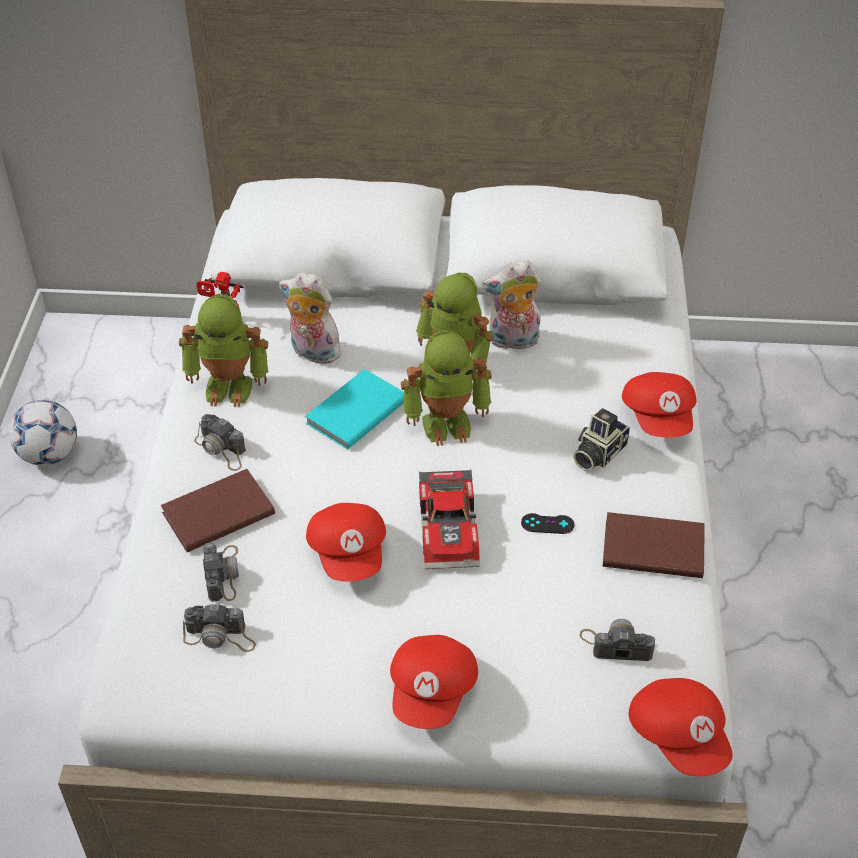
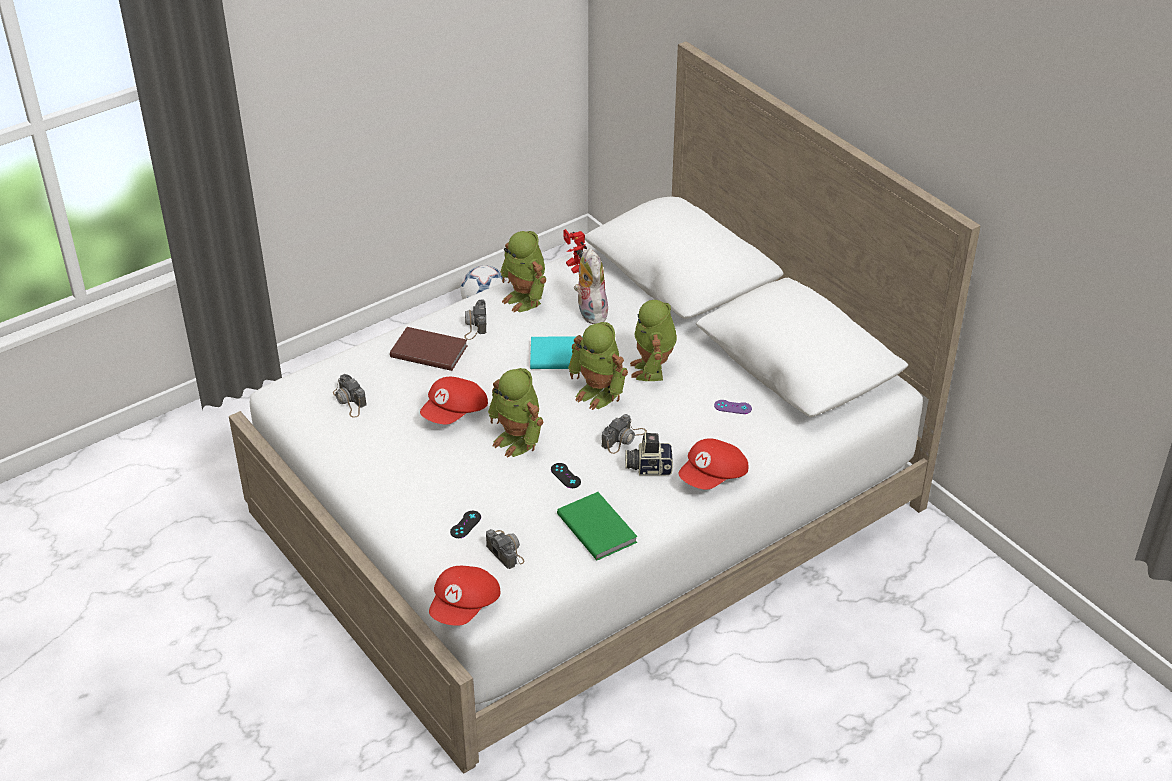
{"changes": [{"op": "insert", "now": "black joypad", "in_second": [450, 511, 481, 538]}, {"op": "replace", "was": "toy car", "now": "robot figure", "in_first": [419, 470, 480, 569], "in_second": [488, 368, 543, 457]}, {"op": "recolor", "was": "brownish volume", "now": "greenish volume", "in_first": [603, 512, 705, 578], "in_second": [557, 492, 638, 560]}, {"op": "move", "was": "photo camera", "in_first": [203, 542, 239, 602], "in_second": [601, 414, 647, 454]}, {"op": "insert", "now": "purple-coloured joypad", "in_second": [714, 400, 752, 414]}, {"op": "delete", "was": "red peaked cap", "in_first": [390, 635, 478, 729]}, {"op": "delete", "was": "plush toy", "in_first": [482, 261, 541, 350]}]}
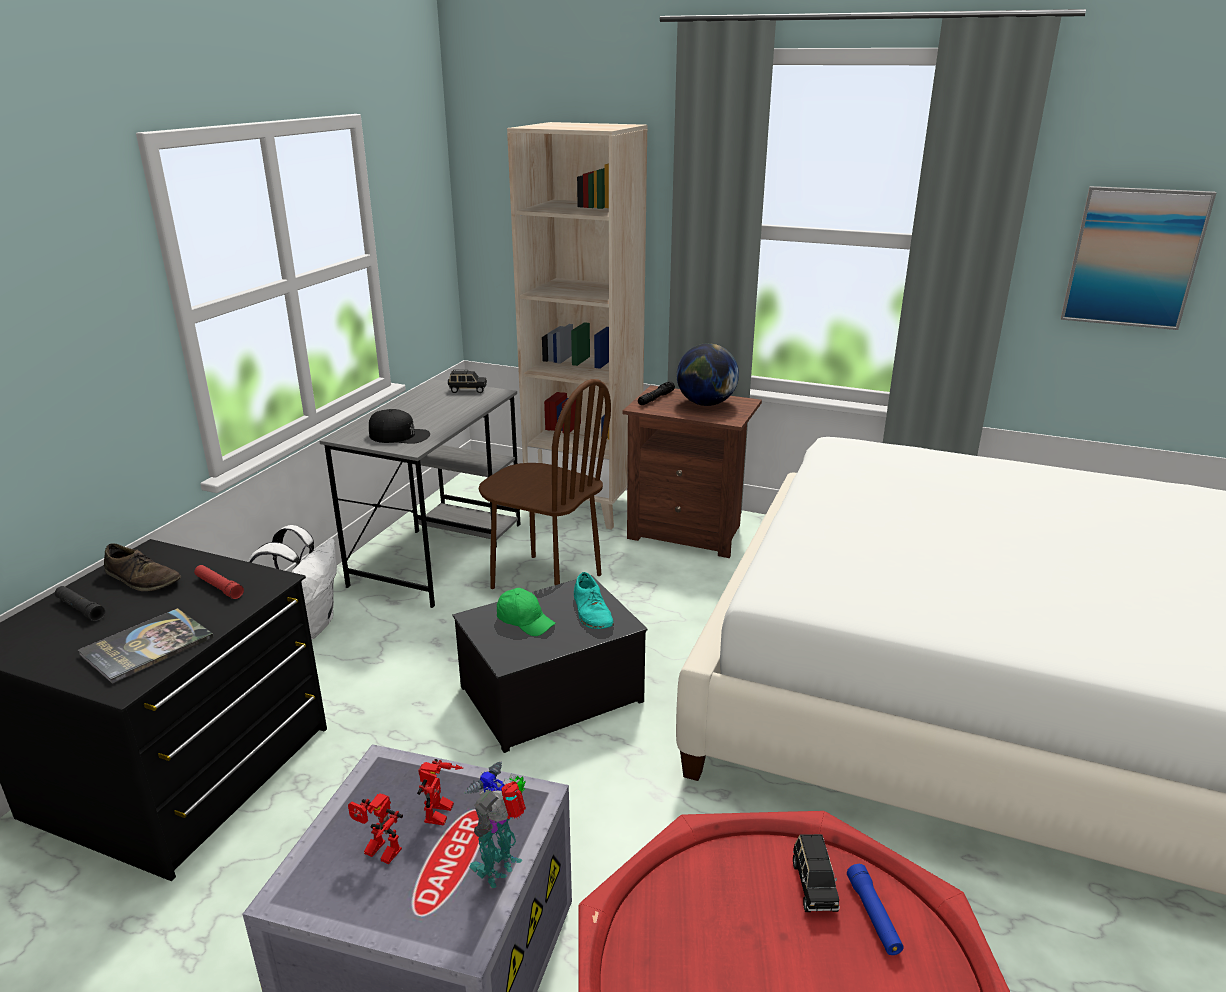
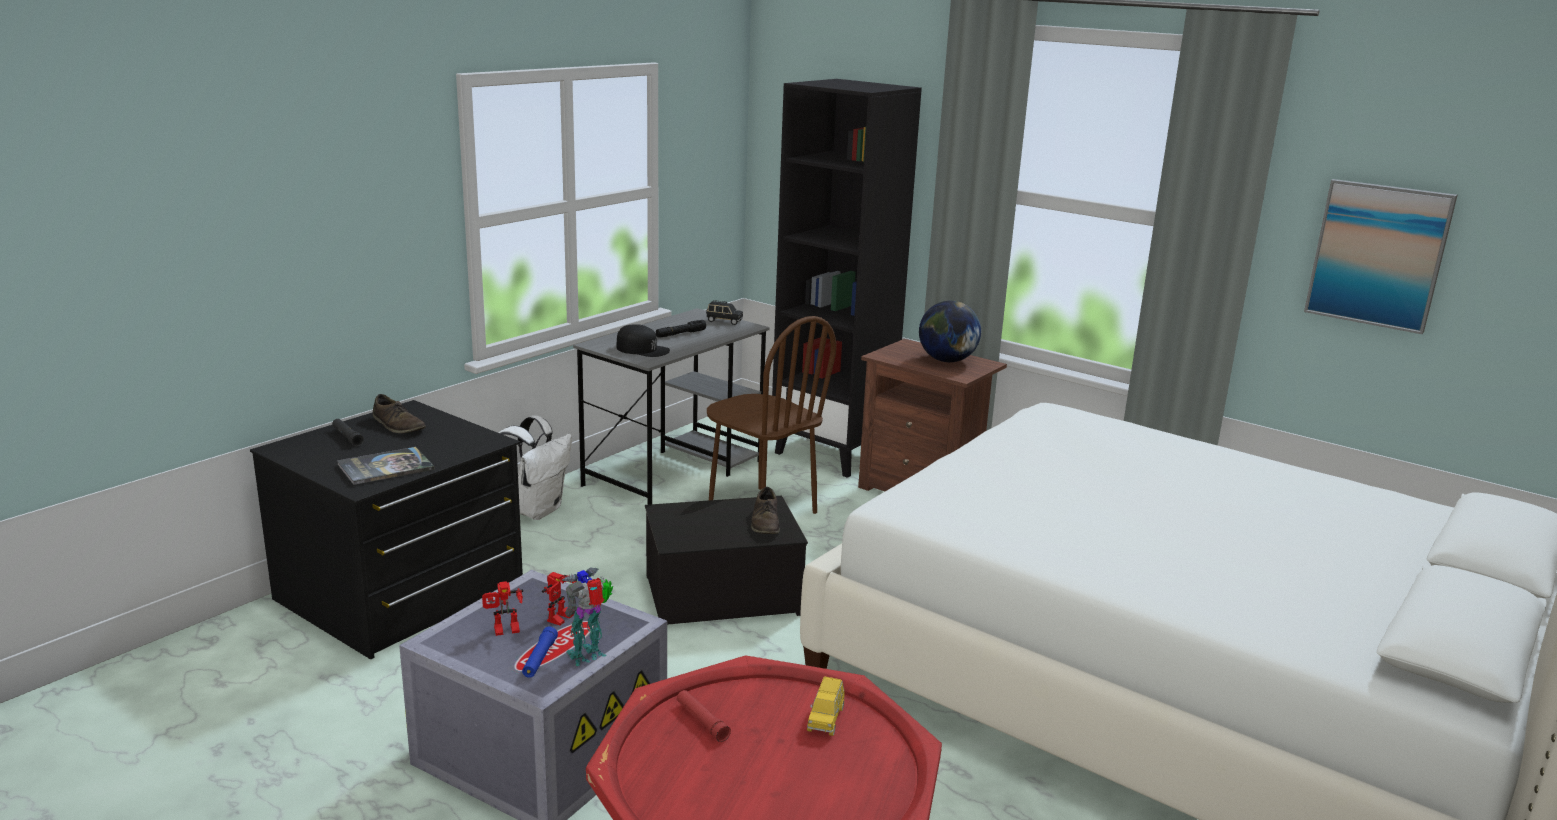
{"changes": [{"op": "rotate", "was": "robot figure", "in_first": [348, 794, 403, 864], "in_second": [482, 581, 523, 636], "clockwise": -60}, {"op": "move", "was": "bluish hand torch", "in_first": [847, 864, 904, 955], "in_second": [522, 626, 558, 678]}, {"op": "move", "was": "black hand torch", "in_first": [638, 381, 675, 405], "in_second": [656, 320, 706, 338]}, {"op": "move", "was": "red hand torch", "in_first": [194, 565, 244, 599], "in_second": [677, 690, 731, 742]}, {"op": "recolor", "was": "blue-green item of footwear", "now": "brownish item of footwear", "in_first": [574, 572, 614, 629], "in_second": [751, 487, 780, 534]}, {"op": "recolor", "was": "beige-coloured bookshelf", "now": "black bookshelf", "in_first": [507, 122, 647, 530], "in_second": [772, 79, 922, 478]}, {"op": "recolor", "was": "black toy car", "now": "yellowish toy car", "in_first": [793, 834, 840, 912], "in_second": [807, 676, 845, 736]}, {"op": "delete", "was": "greenish peaked cap", "in_first": [497, 588, 555, 636]}]}
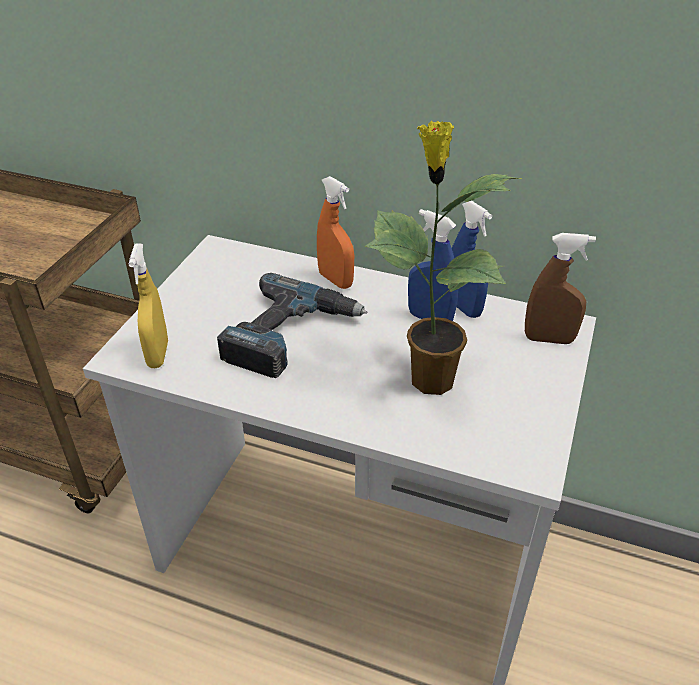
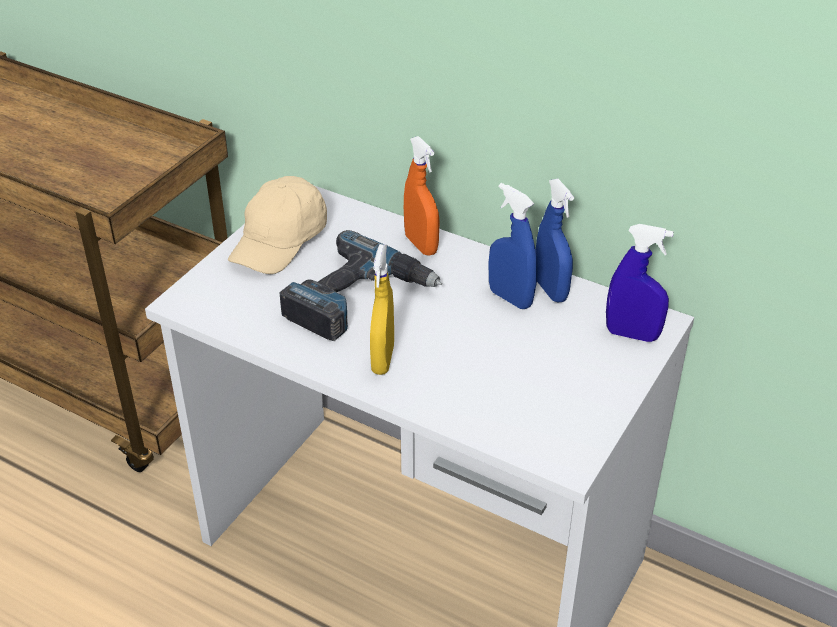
{"changes": [{"op": "insert", "now": "beige-coloured peaked cap", "in_second": [228, 176, 327, 274]}, {"op": "move", "was": "yellowish spray bottle", "in_first": [129, 243, 168, 368], "in_second": [370, 244, 394, 375]}, {"op": "recolor", "was": "brownish spray bottle", "now": "bluish spray bottle", "in_first": [525, 233, 596, 344], "in_second": [606, 224, 674, 342]}, {"op": "delete", "was": "plant in a pot", "in_first": [365, 121, 522, 395]}]}
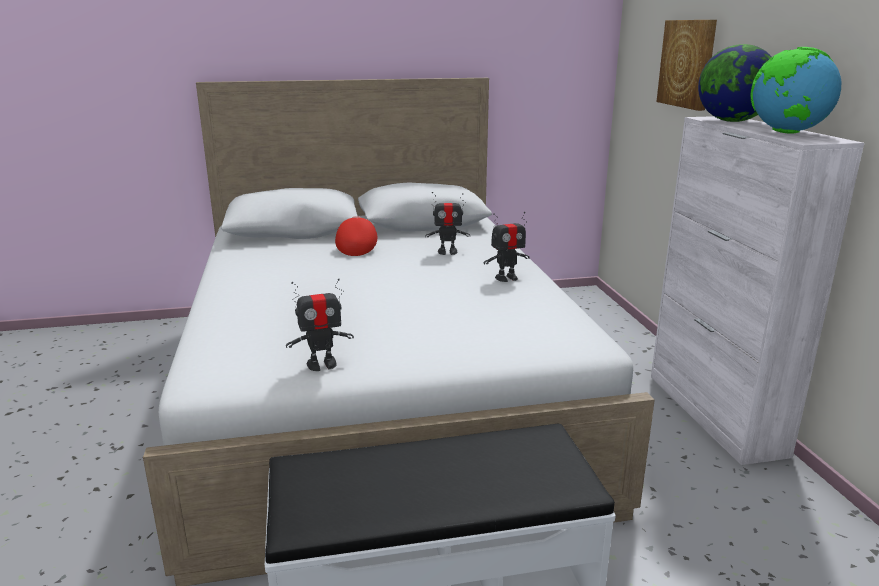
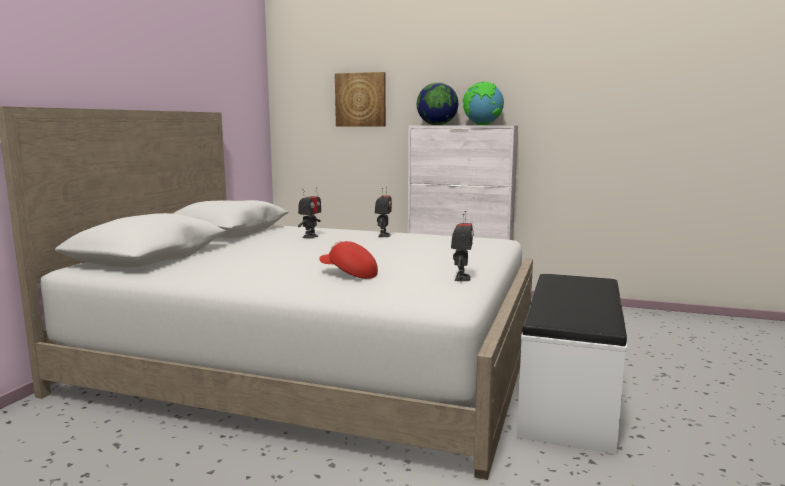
{"changes": [{"op": "move", "was": "red peaked cap", "in_first": [335, 216, 377, 256], "in_second": [319, 241, 378, 279]}]}
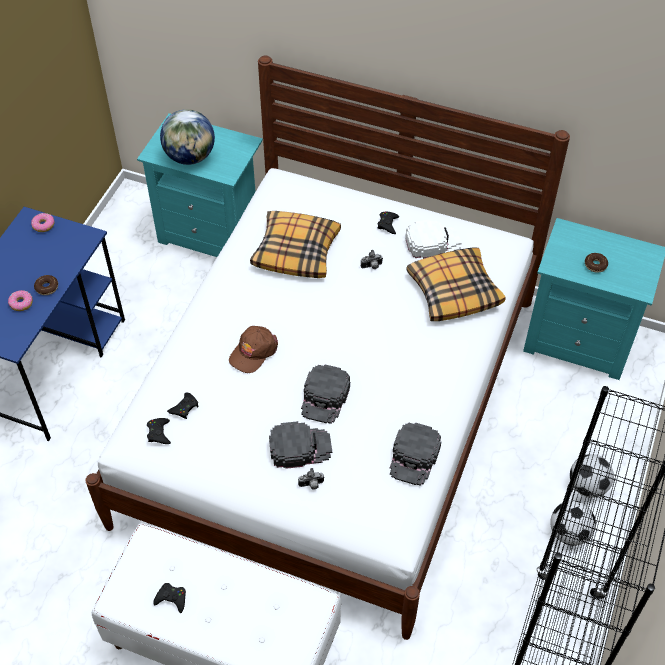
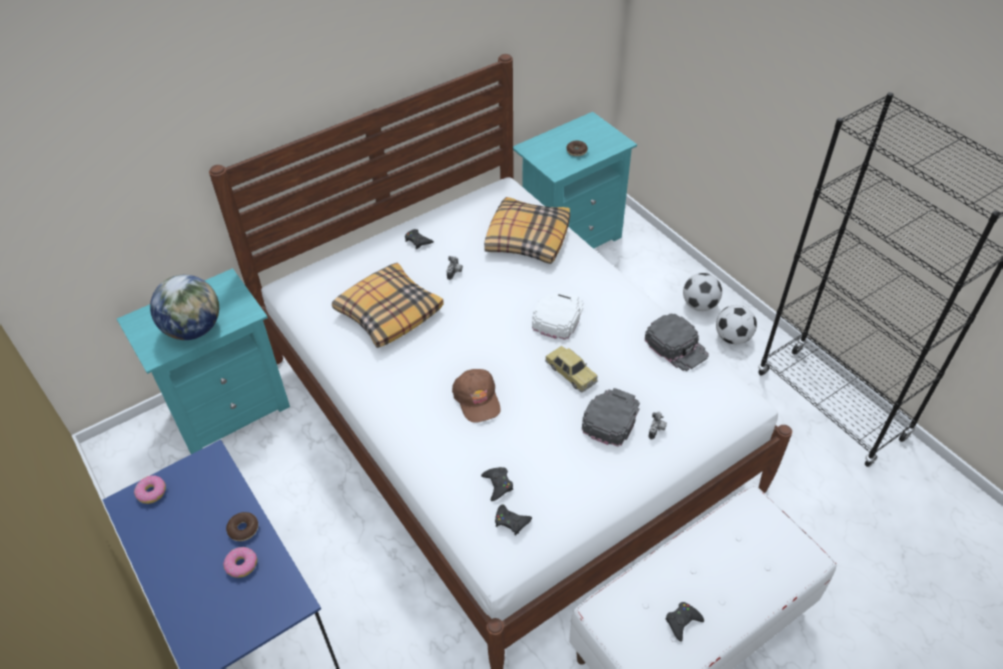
{"changes": [{"op": "move", "was": "whitish peaked cap", "in_first": [405, 220, 462, 259], "in_second": [532, 291, 583, 340]}, {"op": "replace", "was": "black peaked cap", "now": "toy car", "in_first": [301, 365, 350, 424], "in_second": [545, 346, 598, 392]}]}
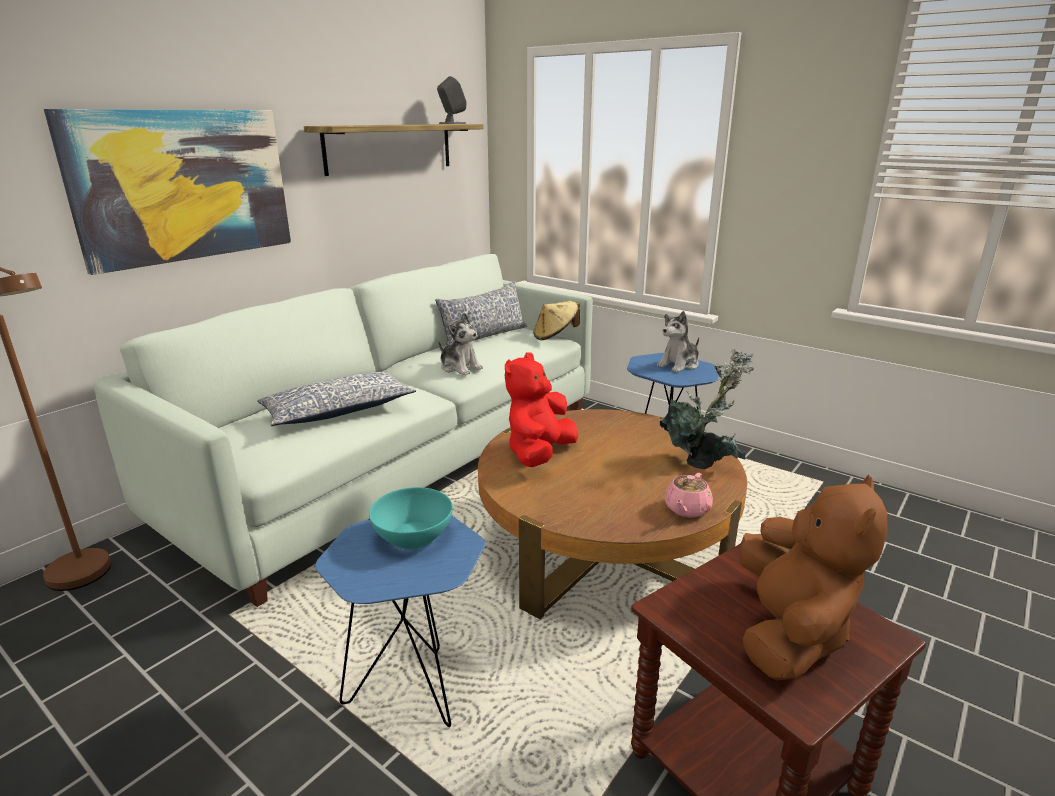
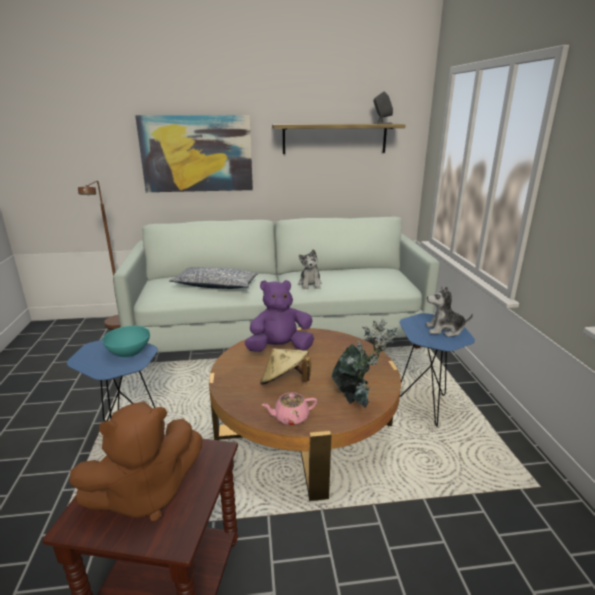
{"changes": [{"op": "recolor", "was": "red plush toy", "now": "purple-coloured plush toy", "in_first": [505, 352, 578, 467], "in_second": [244, 280, 314, 352]}, {"op": "move", "was": "beige-coloured wearable hat", "in_first": [533, 301, 580, 340], "in_second": [260, 348, 311, 385]}, {"op": "delete", "was": "cushion", "in_first": [435, 281, 527, 346]}]}
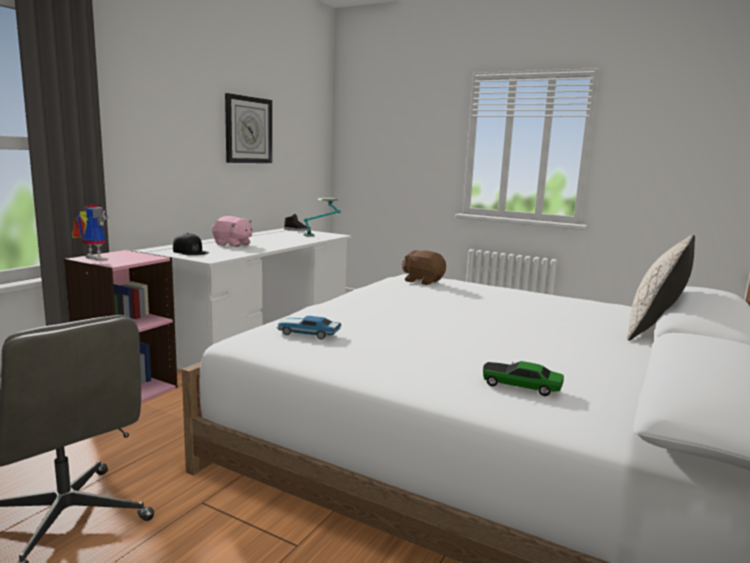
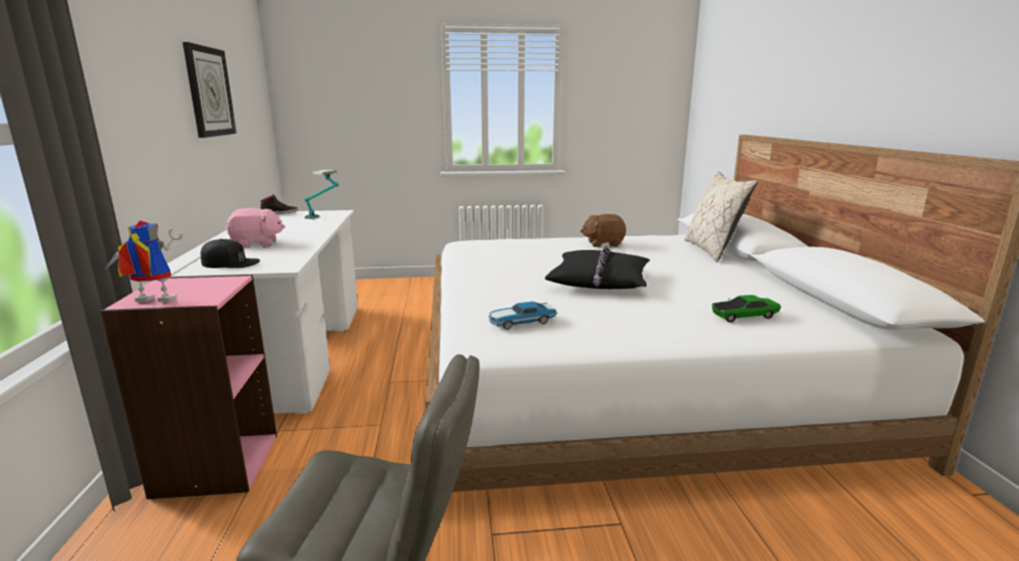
{"changes": [{"op": "insert", "now": "black cushion", "in_second": [545, 245, 650, 289]}, {"op": "move", "was": "brownish plush toy", "in_first": [402, 250, 446, 285], "in_second": [580, 214, 626, 247]}]}
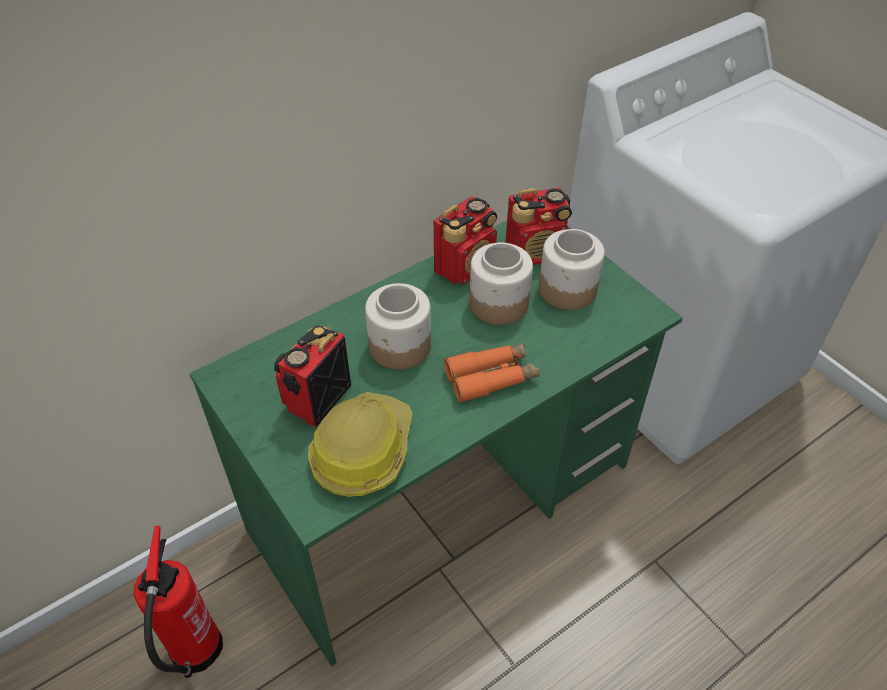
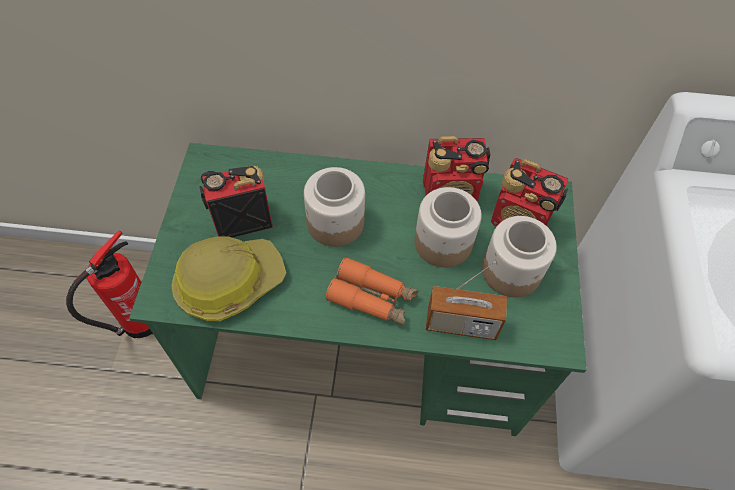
{"changes": [{"op": "insert", "now": "radio", "in_second": [426, 261, 507, 340]}]}
